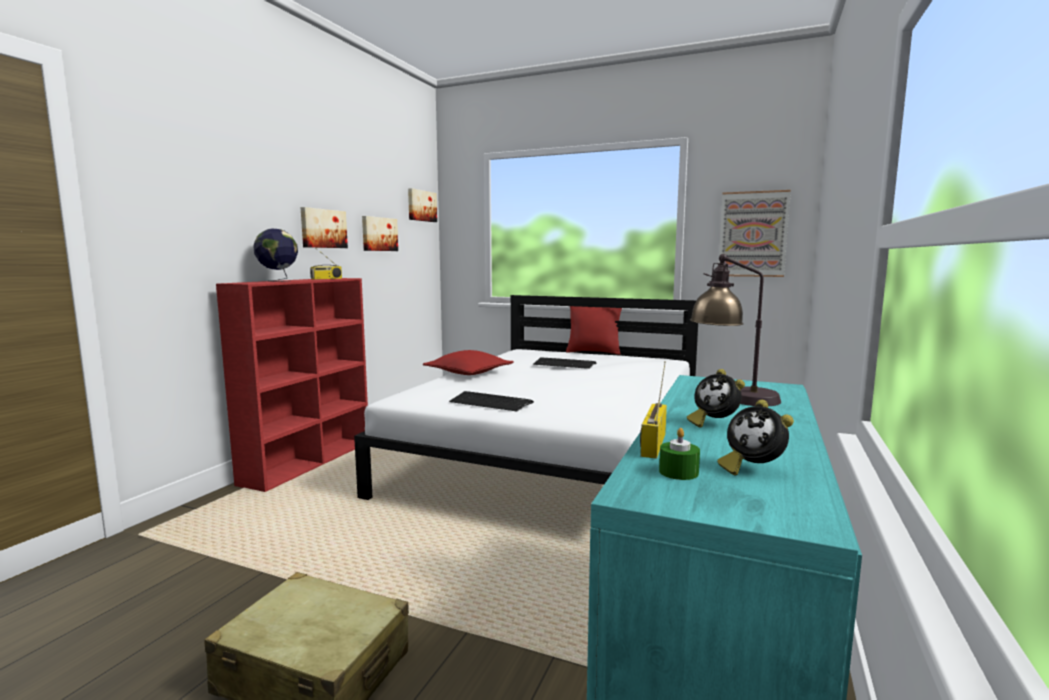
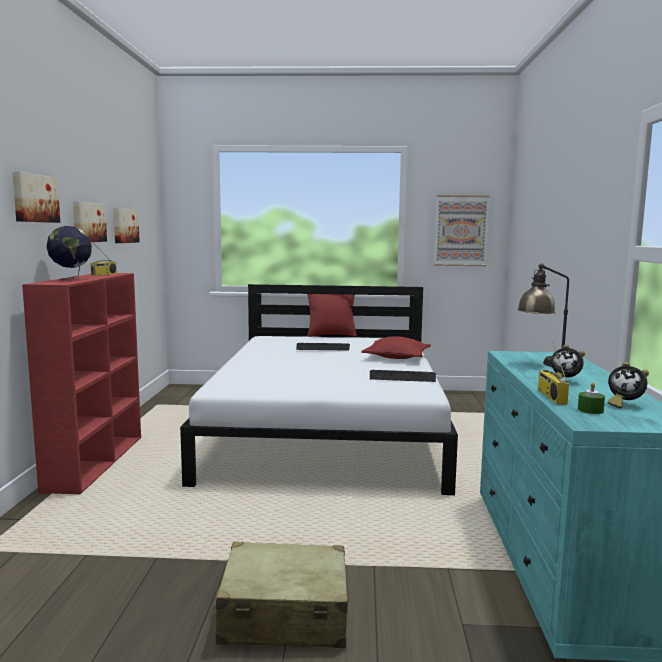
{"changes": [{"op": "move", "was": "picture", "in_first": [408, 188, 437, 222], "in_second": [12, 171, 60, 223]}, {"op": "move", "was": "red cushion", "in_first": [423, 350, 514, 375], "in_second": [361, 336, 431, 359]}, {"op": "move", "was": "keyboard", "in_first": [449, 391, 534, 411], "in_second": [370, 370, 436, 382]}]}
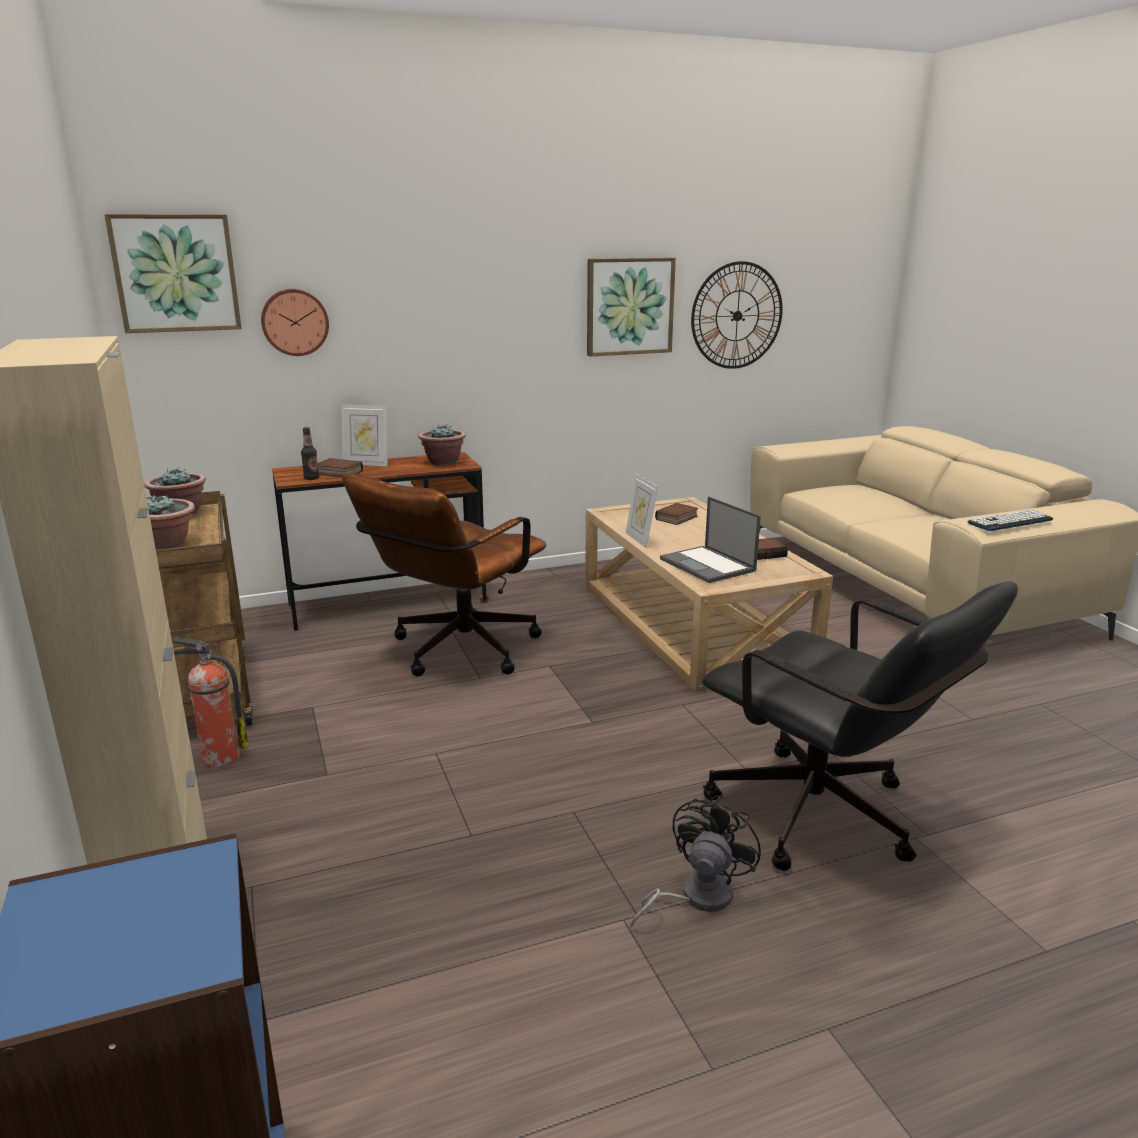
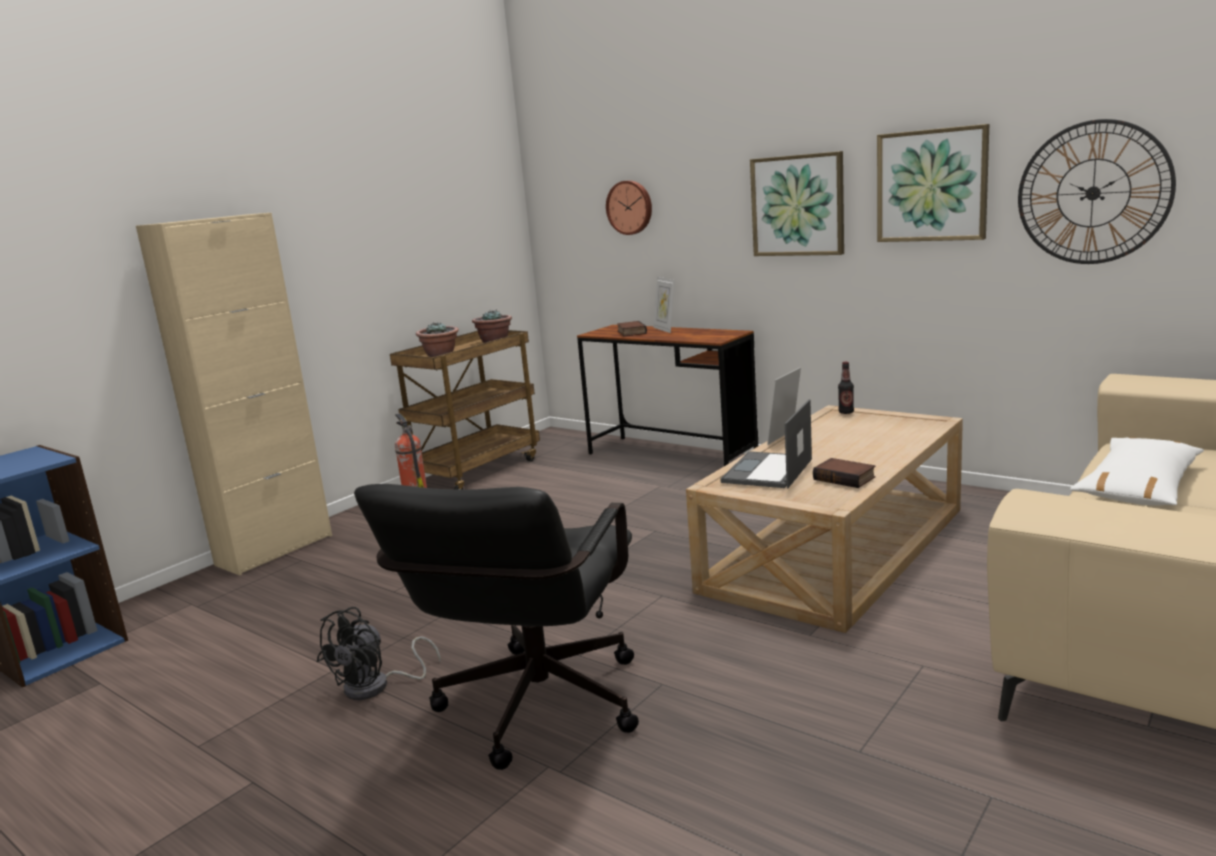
{"changes": [{"op": "rotate", "was": "black fan", "in_first": [630, 795, 761, 928], "in_second": [317, 607, 441, 700], "clockwise": 120}, {"op": "move", "was": "picture", "in_first": [104, 214, 242, 333], "in_second": [750, 151, 844, 256]}, {"op": "move", "was": "bottle", "in_first": [301, 427, 319, 480], "in_second": [838, 362, 854, 414]}, {"op": "insert", "now": "whitish cushion", "in_second": [1070, 438, 1204, 506]}, {"op": "delete", "was": "brownish desk chair", "in_first": [342, 473, 546, 676]}, {"op": "delete", "was": "plant in a pot", "in_first": [418, 424, 466, 466]}, {"op": "delete", "was": "volume", "in_first": [655, 503, 698, 525]}, {"op": "delete", "was": "keyboard", "in_first": [967, 509, 1053, 531]}]}
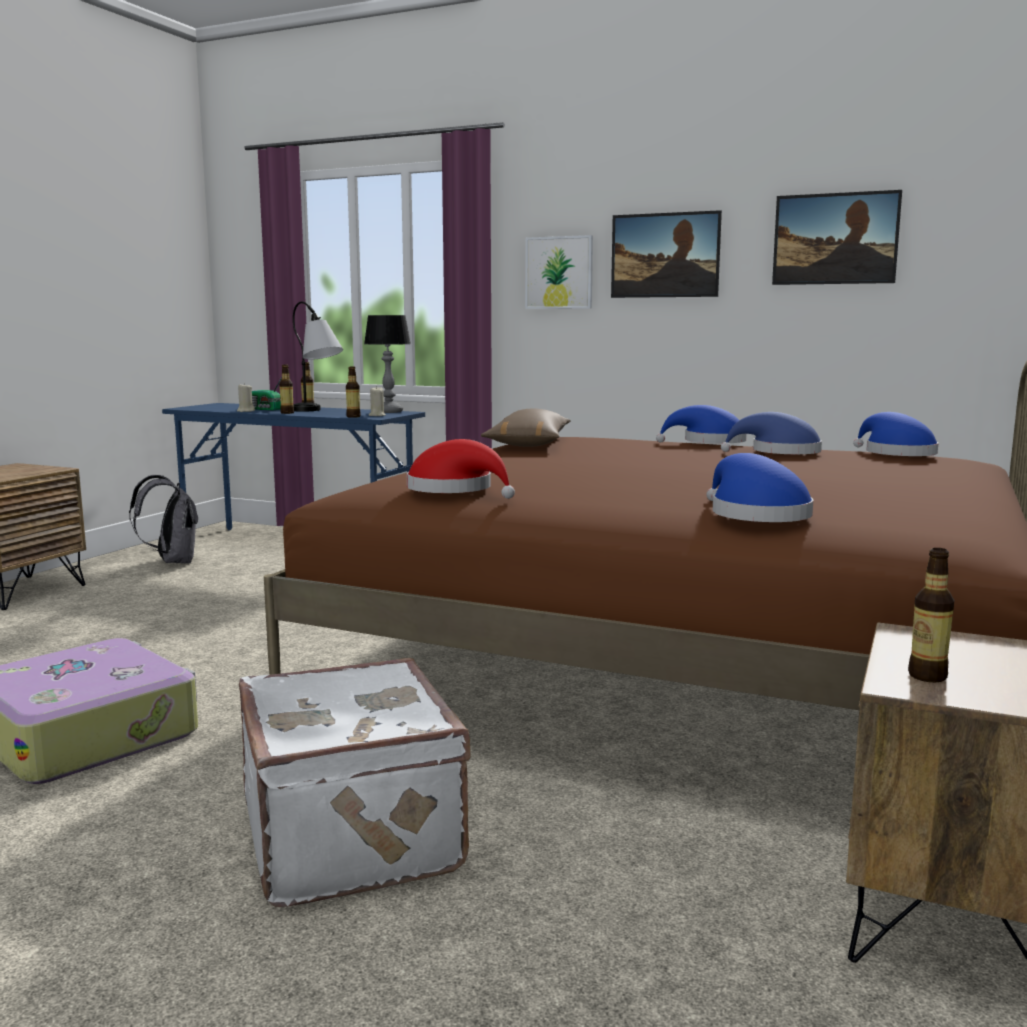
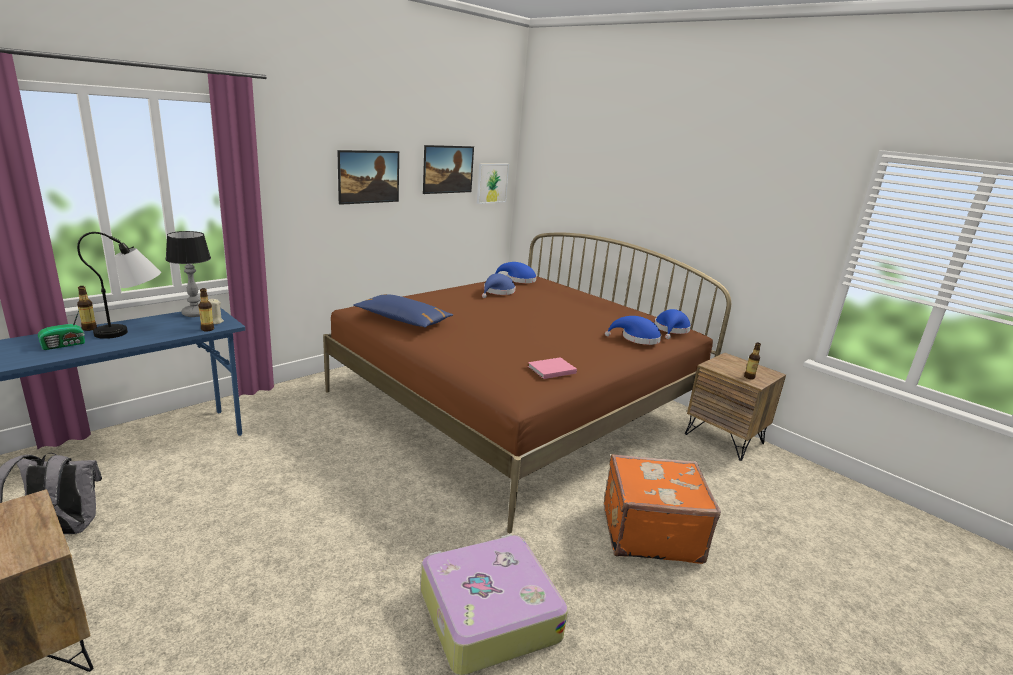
{"changes": [{"op": "recolor", "was": "brownish cushion", "now": "bluish cushion", "in_first": [481, 409, 571, 447], "in_second": [353, 294, 453, 328]}, {"op": "move", "was": "picture", "in_first": [525, 235, 593, 309], "in_second": [477, 164, 509, 204]}, {"op": "replace", "was": "red wearable hat", "now": "pinkish volume", "in_first": [407, 439, 515, 499], "in_second": [528, 357, 577, 379]}, {"op": "recolor", "was": "whitish travel case", "now": "orange-coloured travel case", "in_first": [239, 658, 471, 907], "in_second": [604, 454, 721, 564]}, {"op": "move", "was": "bluish wearable hat", "in_first": [656, 405, 747, 443], "in_second": [654, 309, 691, 339]}, {"op": "delete", "was": "beige-coloured wax candle", "in_first": [237, 383, 255, 412]}, {"op": "delete", "was": "bottle", "in_first": [279, 365, 294, 414]}]}
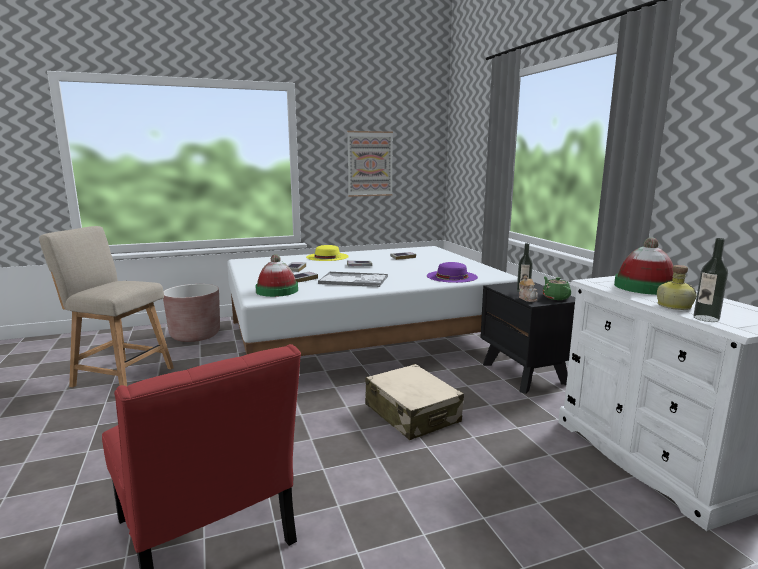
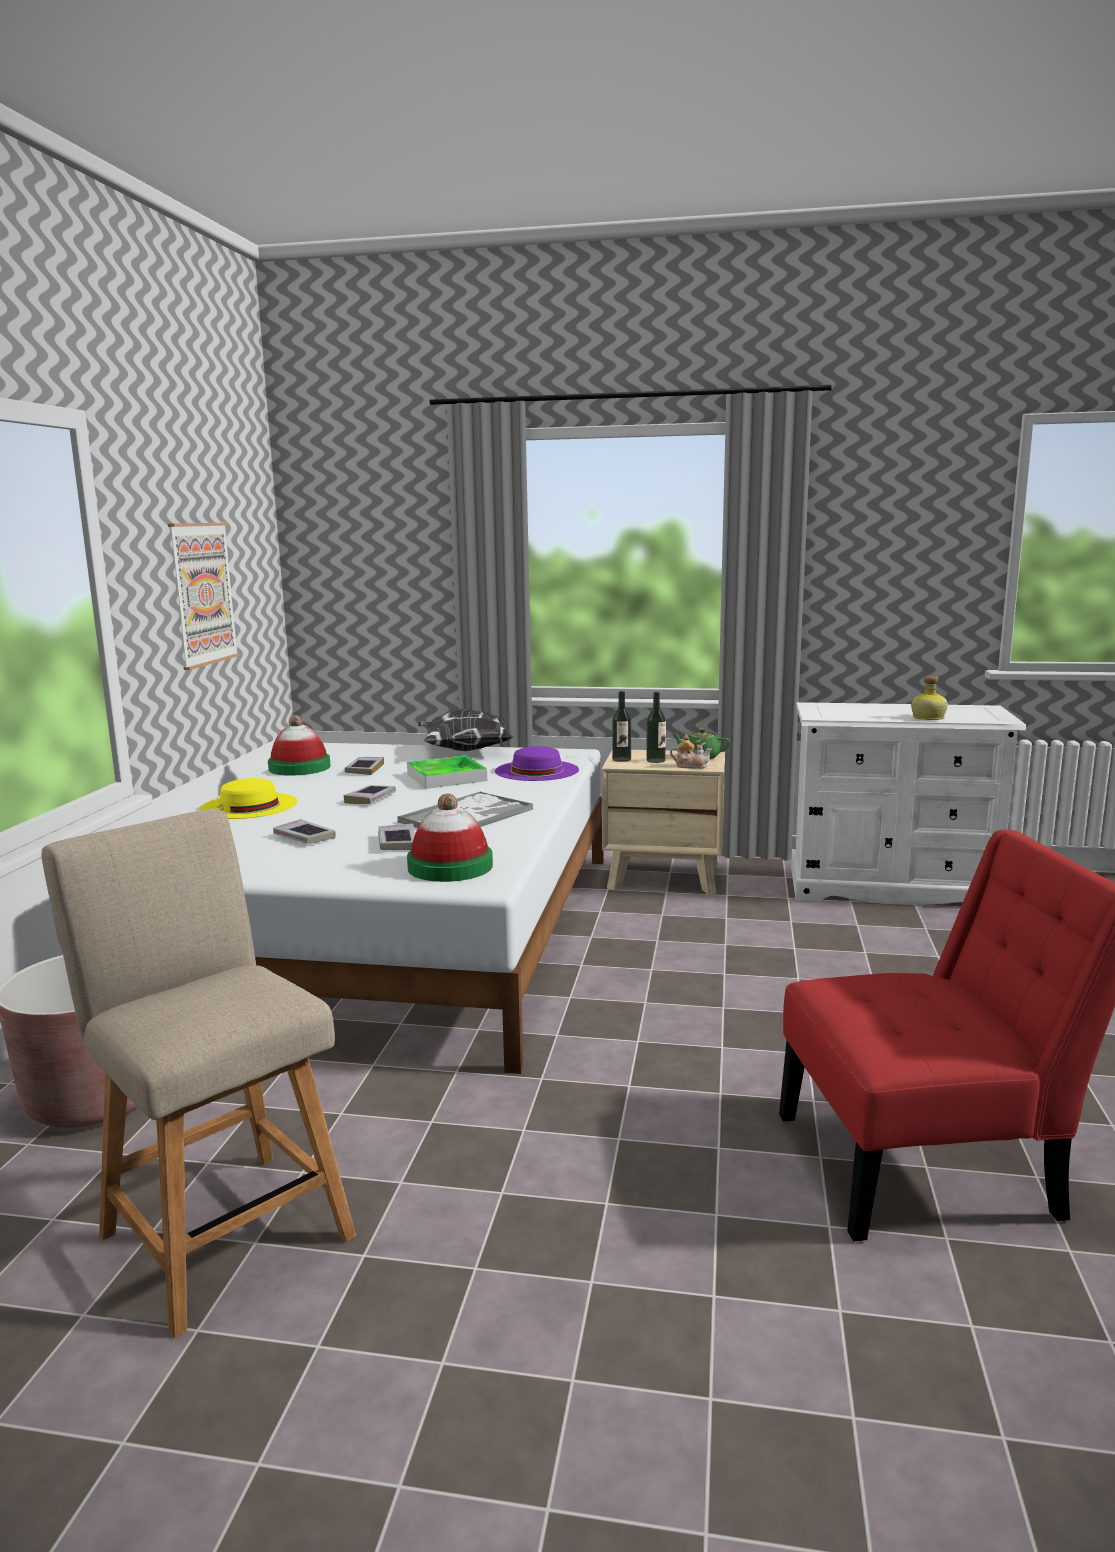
{"changes": [{"op": "rotate", "was": "beige-coloured upright chair", "in_first": [39, 226, 174, 387], "in_second": [41, 809, 356, 1338], "clockwise": 90}, {"op": "move", "was": "wearable hat", "in_first": [614, 238, 673, 295], "in_second": [268, 715, 331, 776]}, {"op": "insert", "now": "serving tray", "in_second": [407, 755, 487, 789]}, {"op": "insert", "now": "cushion", "in_second": [418, 709, 513, 751]}, {"op": "recolor", "was": "black night table", "now": "beige-coloured night table", "in_first": [480, 282, 575, 394], "in_second": [602, 750, 725, 895]}, {"op": "move", "was": "bottle", "in_first": [693, 238, 728, 322], "in_second": [612, 691, 631, 762]}, {"op": "delete", "was": "beige-coloured travel case", "in_first": [365, 364, 464, 440]}]}
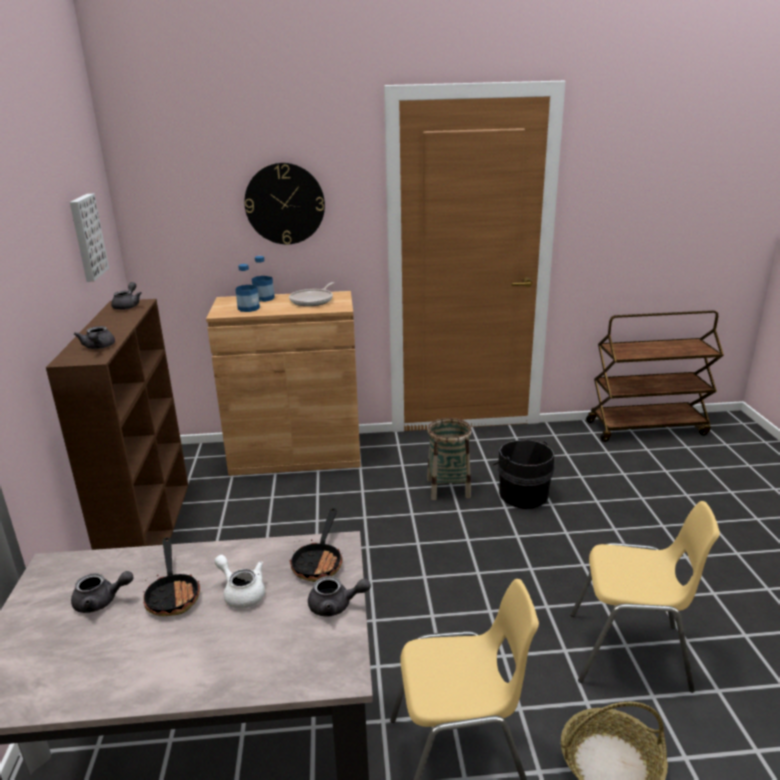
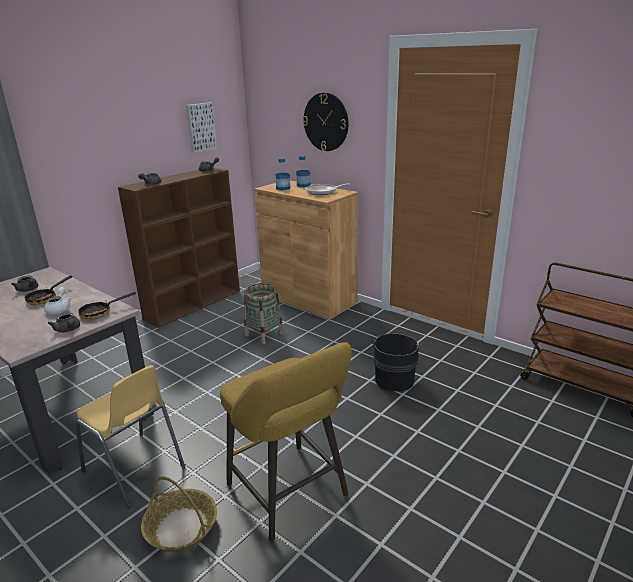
{"changes": [{"op": "replace", "was": "yellowish upright chair", "now": "yellowish stool seat", "in_first": [571, 501, 720, 693], "in_second": [220, 342, 352, 541]}, {"op": "move", "was": "storage basket", "in_first": [427, 418, 472, 500], "in_second": [244, 283, 284, 345]}]}
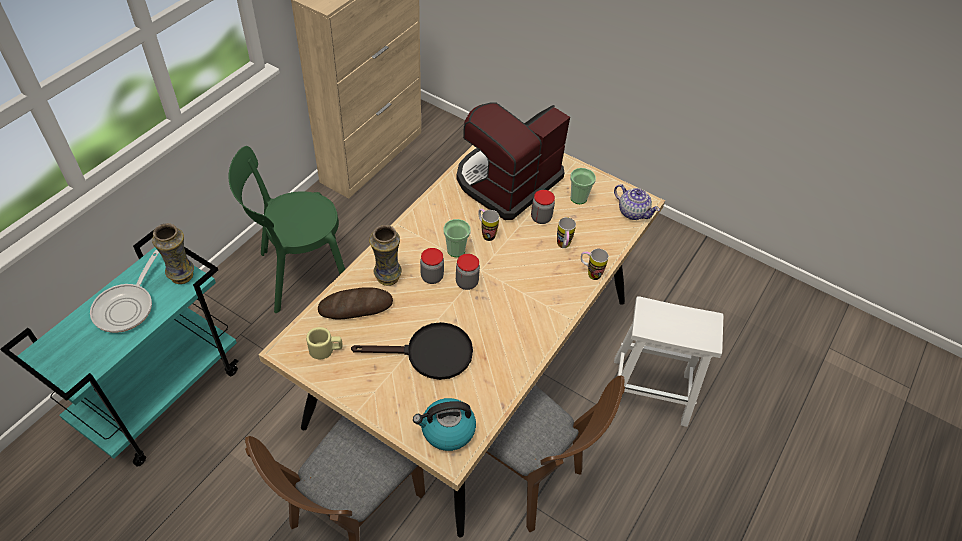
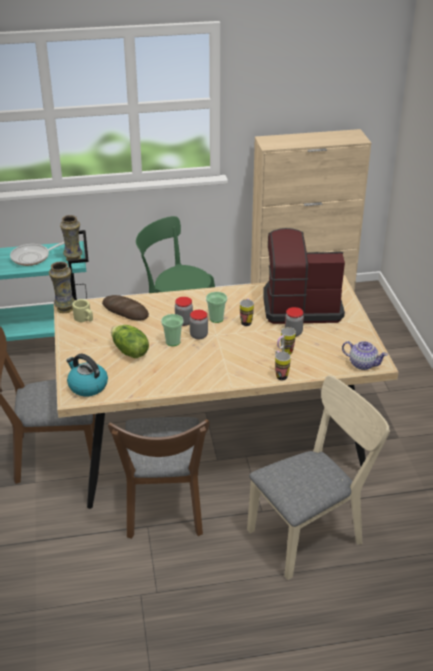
{"changes": [{"op": "move", "was": "vase", "in_first": [369, 225, 402, 286], "in_second": [49, 262, 75, 313]}, {"op": "replace", "was": "black frying pan", "now": "lettuce head", "in_first": [351, 322, 473, 380], "in_second": [111, 325, 149, 358]}, {"op": "move", "was": "small cup", "in_first": [570, 168, 596, 204], "in_second": [161, 314, 183, 346]}, {"op": "replace", "was": "whitish stool seat", "now": "beige-coloured upright chair", "in_first": [614, 296, 723, 427], "in_second": [247, 375, 390, 580]}, {"op": "rotate", "was": "tea pot", "in_first": [614, 184, 660, 220], "in_second": [342, 341, 388, 370], "clockwise": -60}]}
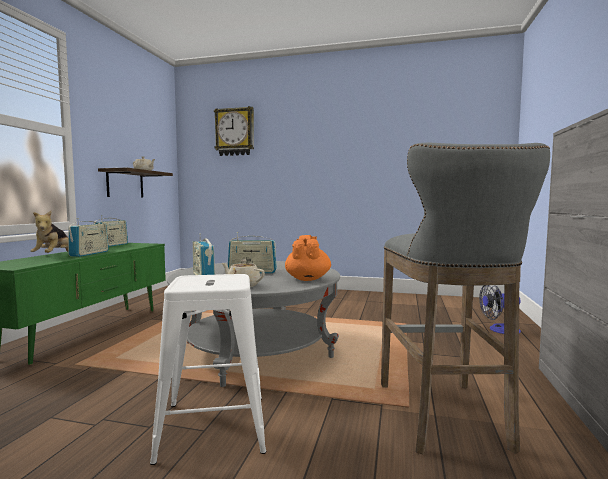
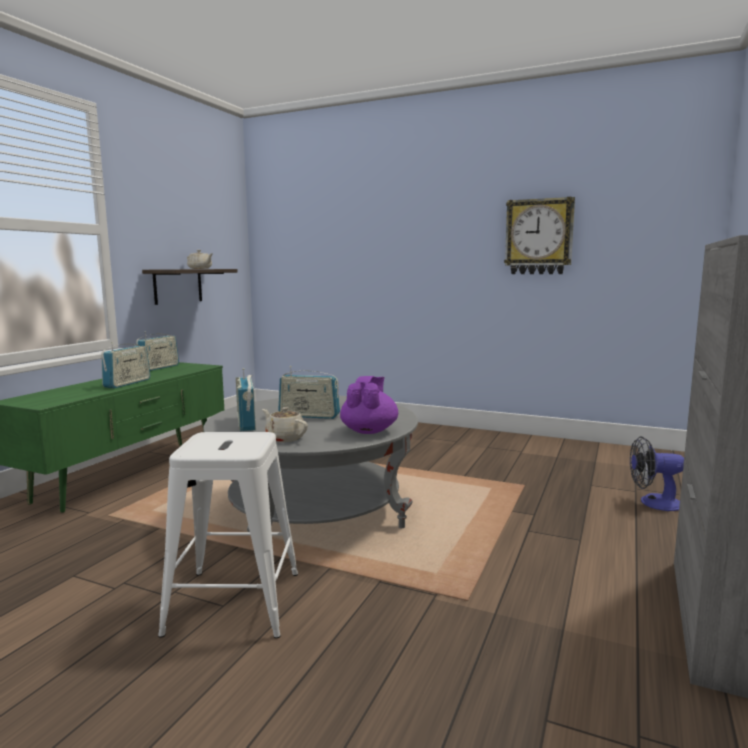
{"changes": [{"op": "recolor", "was": "orange-coloured tea pot", "now": "purple-coloured tea pot", "in_first": [285, 235, 331, 281], "in_second": [340, 376, 398, 434]}, {"op": "move", "was": "wall clock", "in_first": [214, 106, 254, 156], "in_second": [504, 197, 575, 274]}, {"op": "delete", "was": "plush toy", "in_first": [30, 211, 68, 253]}, {"op": "delete", "was": "greyish stool seat", "in_first": [381, 143, 550, 455]}]}
